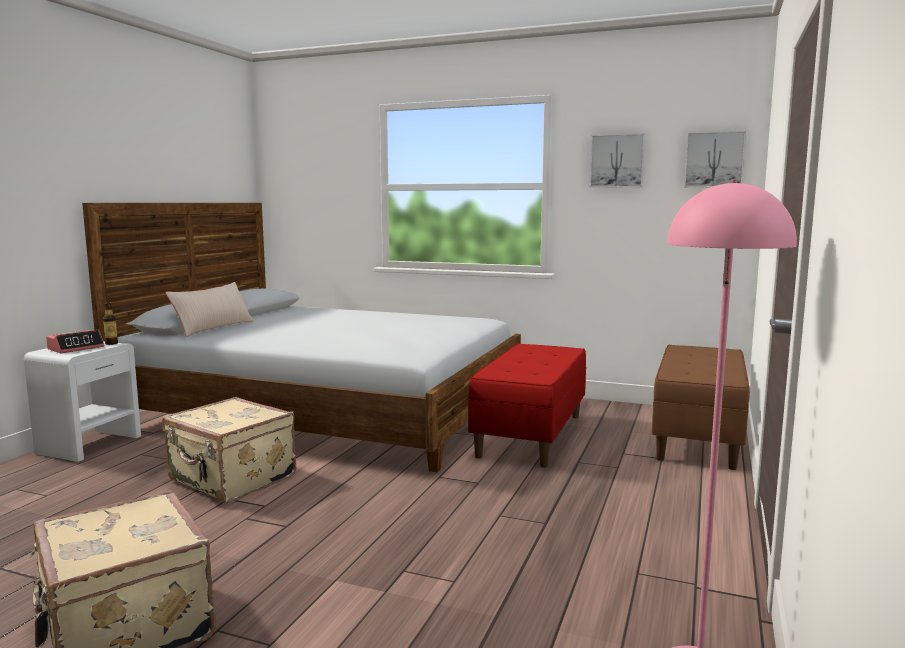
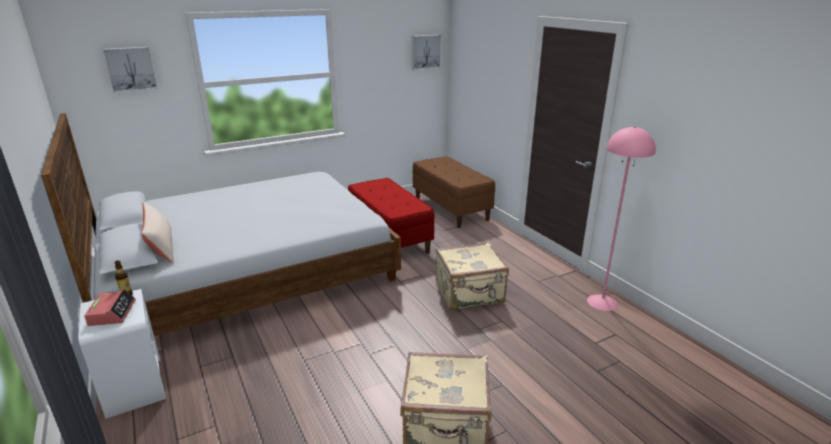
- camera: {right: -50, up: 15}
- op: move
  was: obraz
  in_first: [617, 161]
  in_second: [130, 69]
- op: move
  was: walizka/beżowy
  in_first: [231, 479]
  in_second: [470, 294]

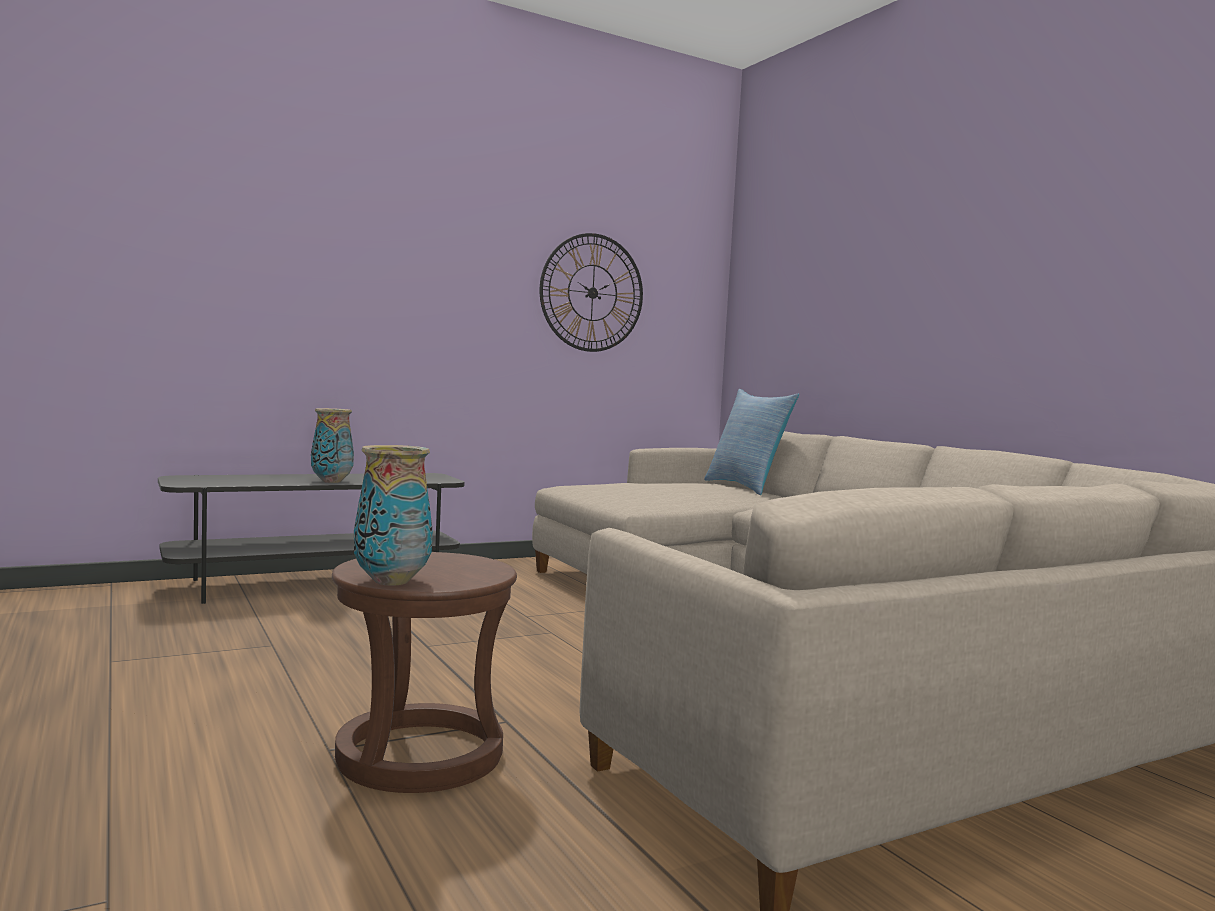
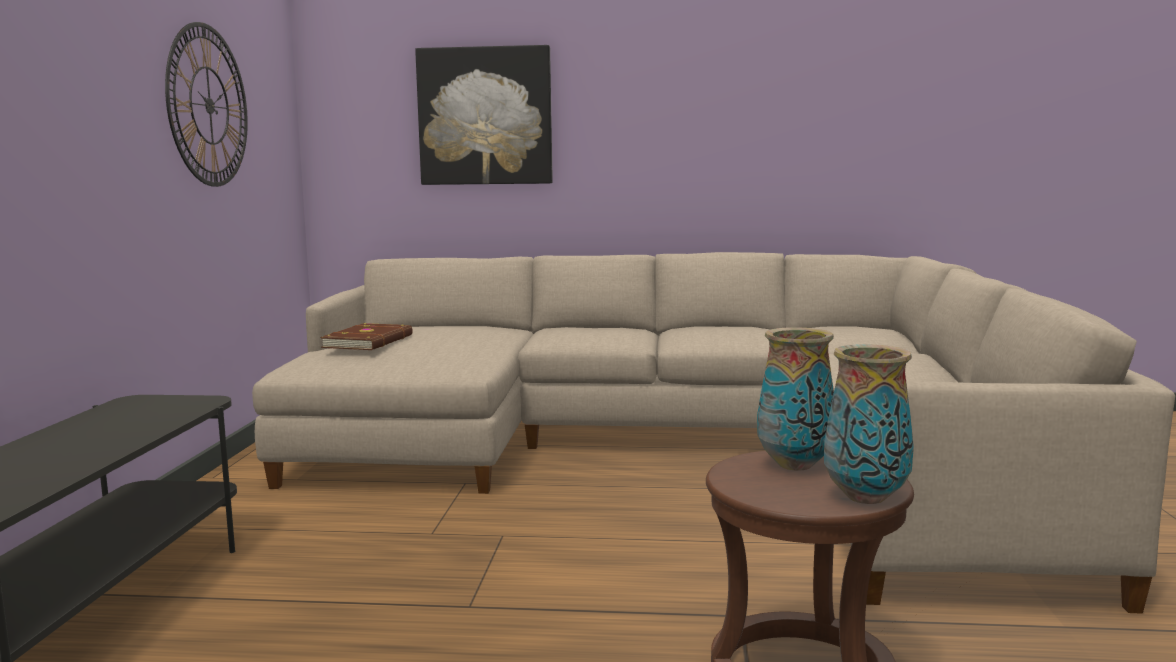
- camera: {right: -55, up: 5}
- op: insert
  now: książka/brązowy
  in_second: [370, 341]
- op: insert
  now: obraz
  in_second: [485, 116]
- op: move
  was: wazon
  in_first: [332, 481]
  in_second: [795, 465]
- op: delete
  was: poduszka
  in_first: [746, 487]

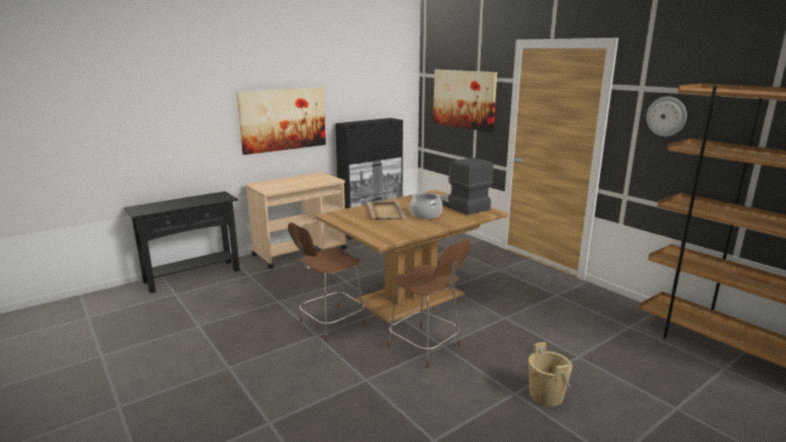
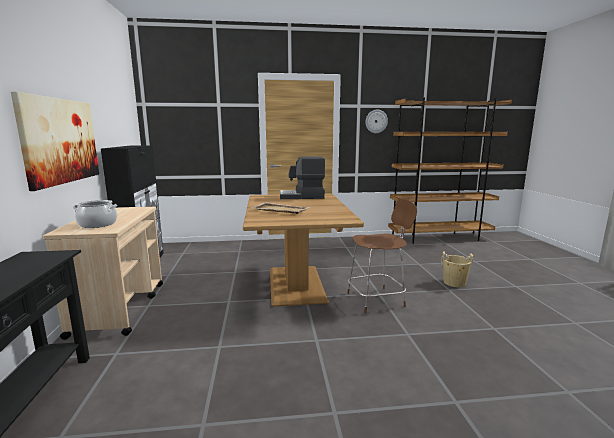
- camera: {right: -60, up: -5}
- op: move
  was: garnek
  in_first: [426, 215]
  in_second: [98, 224]
- op: delete
  was: krzesło/brązowy
  in_first: [330, 324]
- op: delete
  was: obraz
  in_first: [463, 99]

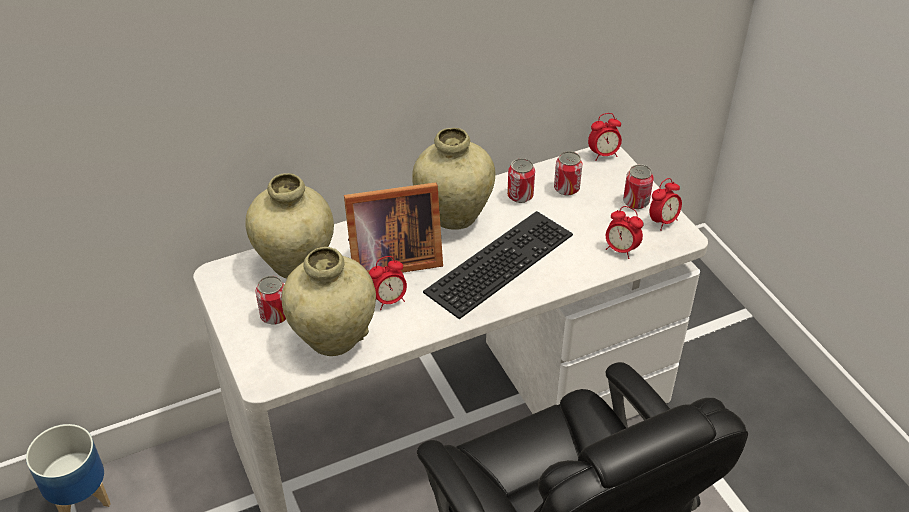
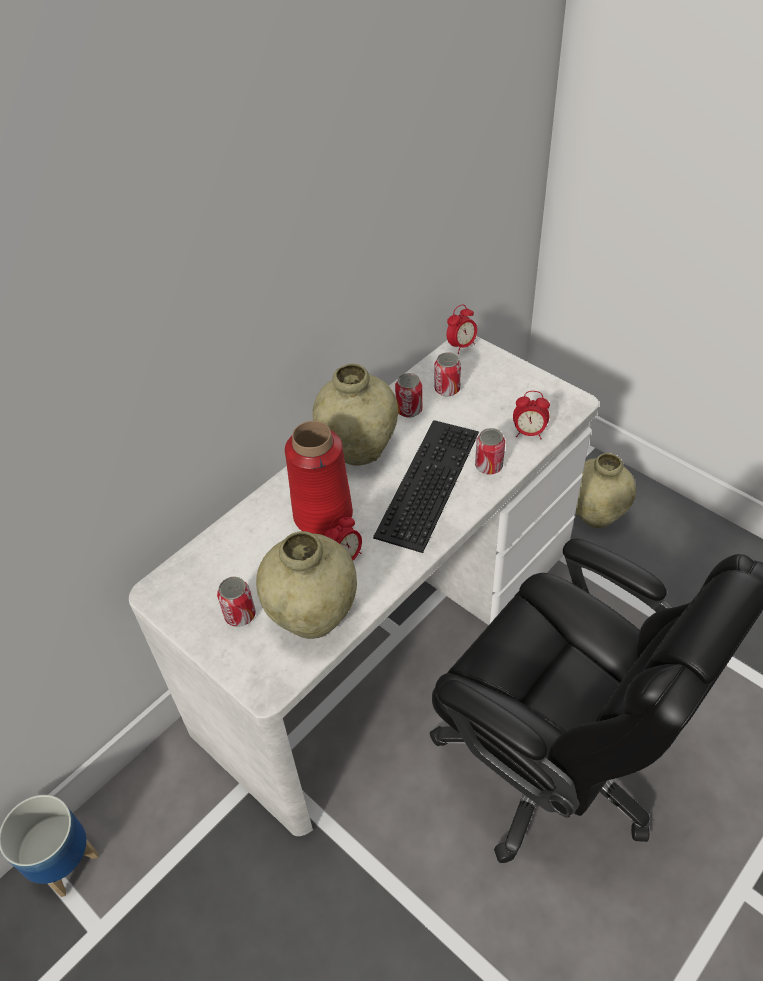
- camera: {right: -20, up: 5}
- op: replace
  was: ramka na zdjęcie
  now: wazon/czerwony
  in_first: [391, 259]
  in_second: [323, 515]
- op: move
  was: puszka
  in_first: [636, 202]
  in_second: [488, 466]
- op: move
  was: wazon/beżowy
  in_first: [295, 264]
  in_second: [596, 515]
- op: delete
  was: budzik
  in_first: [663, 221]

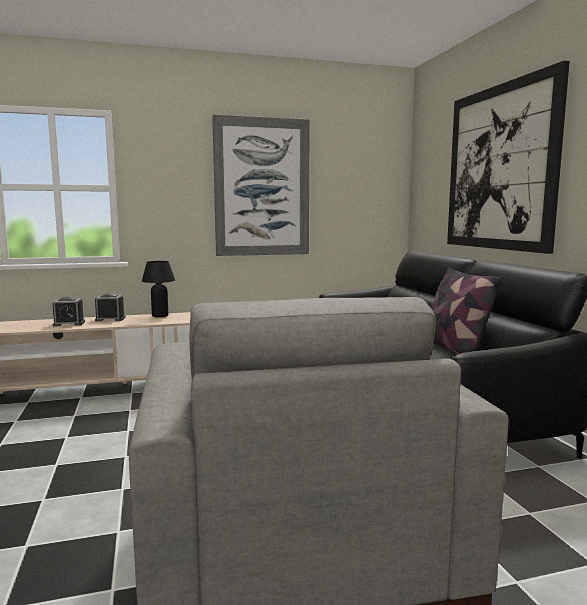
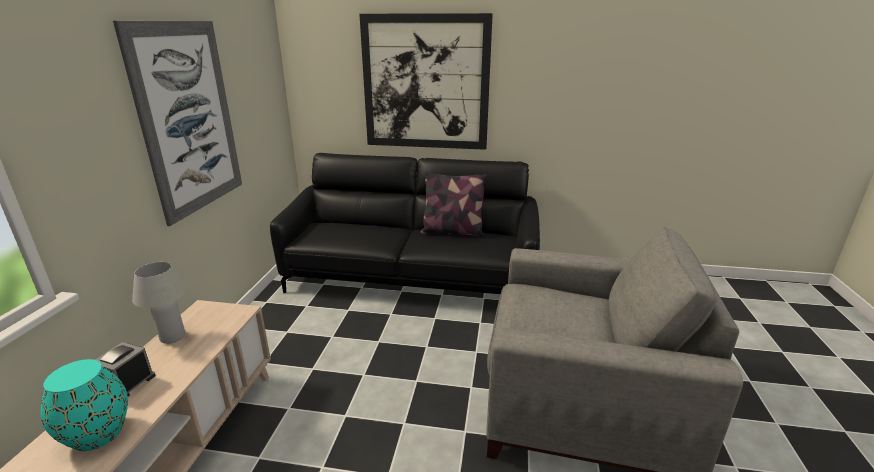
- camera: {right: -65, up: 15}
- op: replace
  was: budzik
  now: wazon/turkusowy
  in_first: [69, 323]
  in_second: [98, 433]
- op: recolor
  was: lampa stołowa/czarny
  now: lampa stołowa/biały
  in_first: [160, 315]
  in_second: [172, 337]

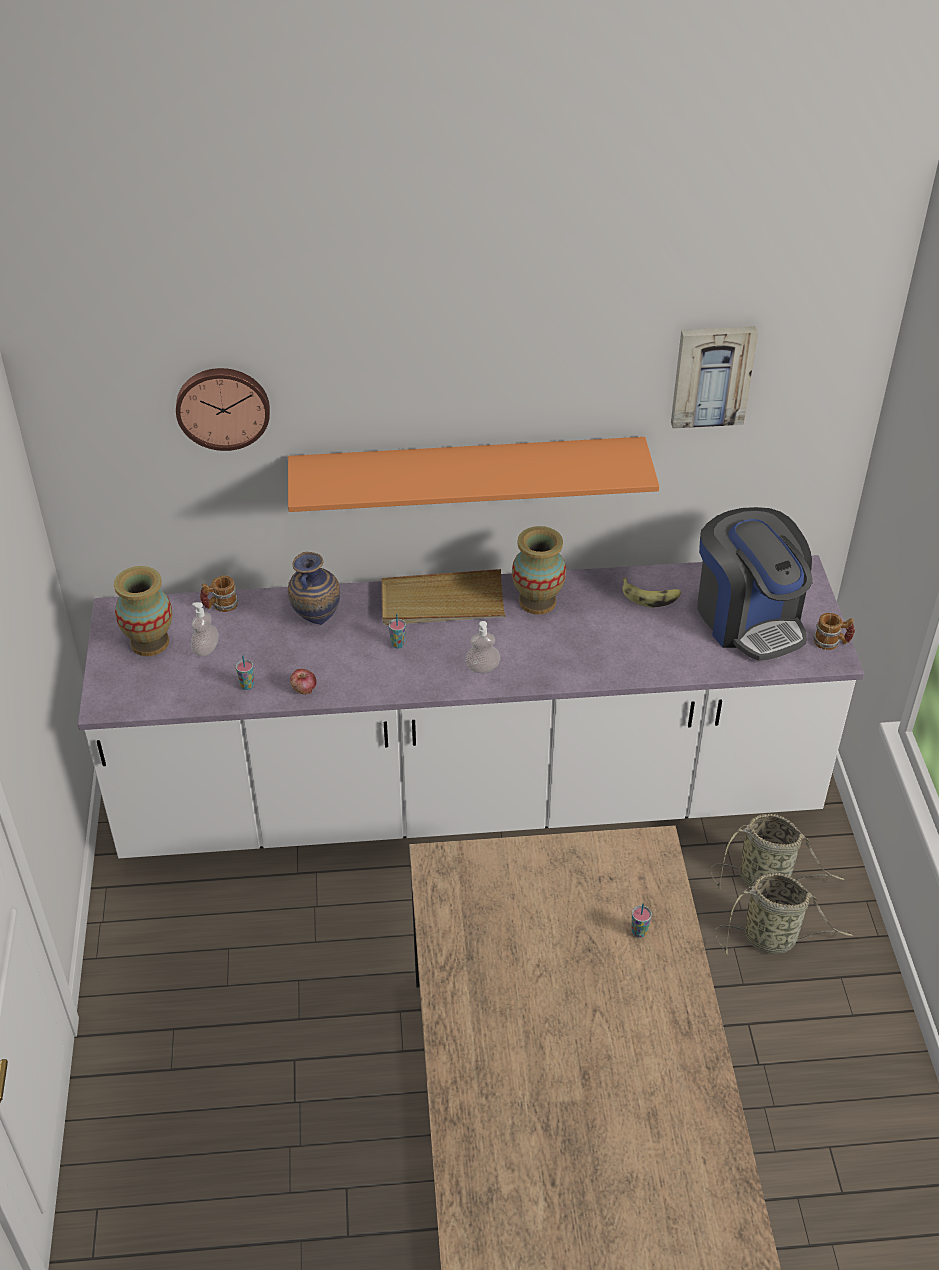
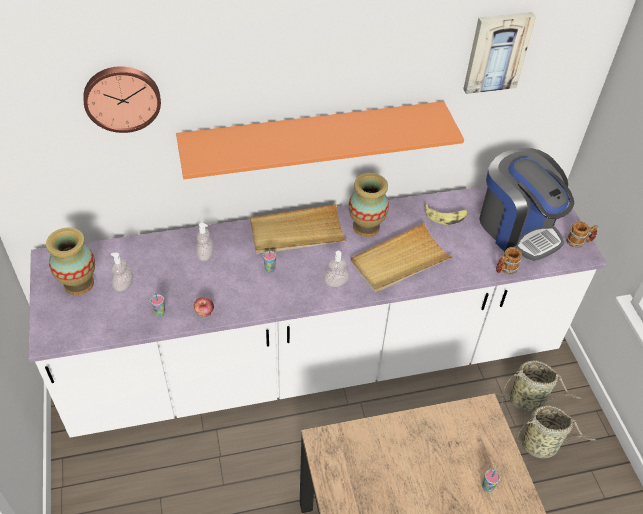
- camera: {right: -10, up: 5}
- op: replace
  was: wazon
  now: dozownik mydła
  in_first: [316, 621]
  in_second: [205, 255]
- op: insert
  now: taca/beżowy
  in_second: [400, 261]
- op: move
  was: kubek
  in_first: [220, 605]
  in_second: [505, 269]

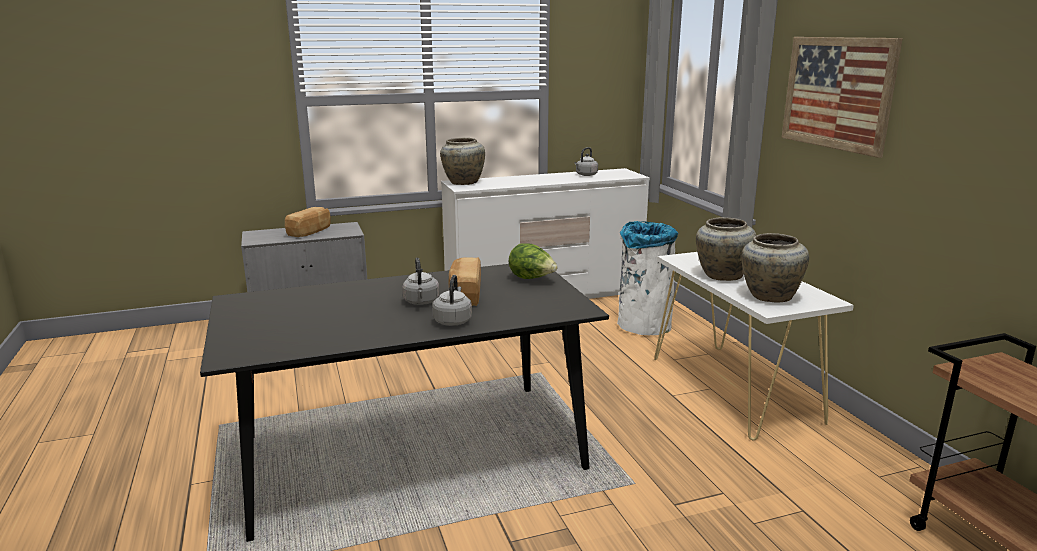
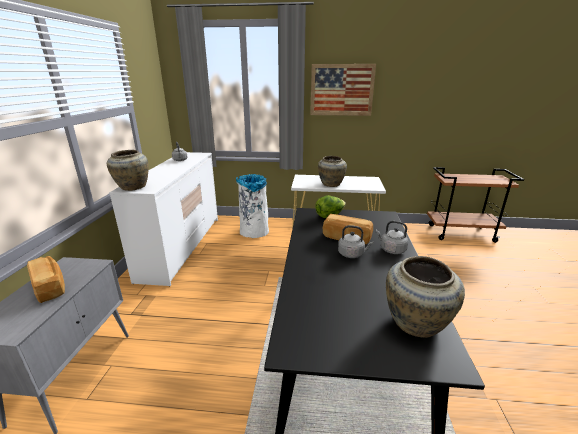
- camera: {right: -65, up: 5}
- op: move
  was: wazon/beżowy
  in_first: [769, 296]
  in_second: [415, 324]

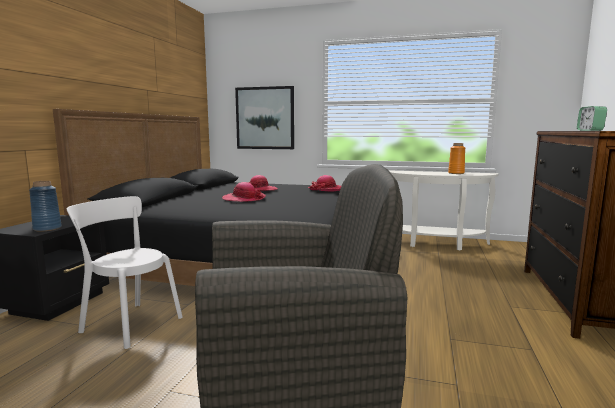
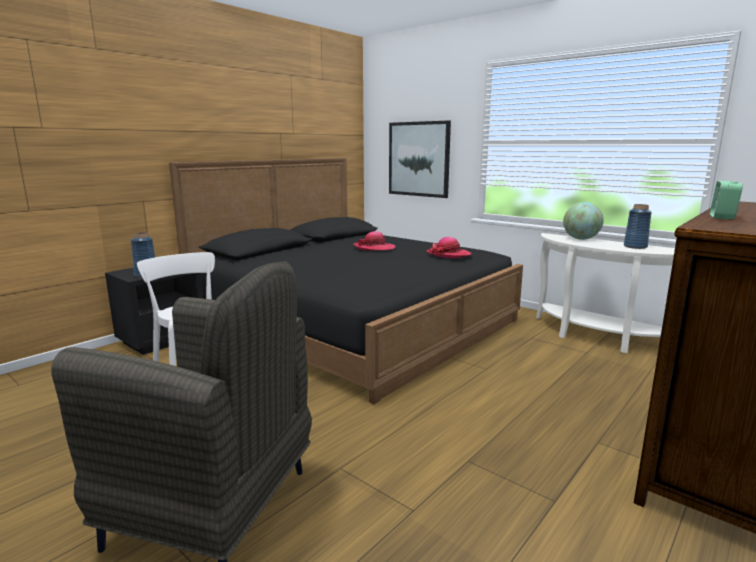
- camera: {right: 25, up: 5}
- op: insert
  now: globus
  in_second: [581, 239]
- op: recolor
  was: wazon/pomarańczowy
  now: wazon/niebieski
  in_first: [456, 173]
  in_second: [635, 246]
- op: delete
  was: kapelusz
  in_first: [244, 199]

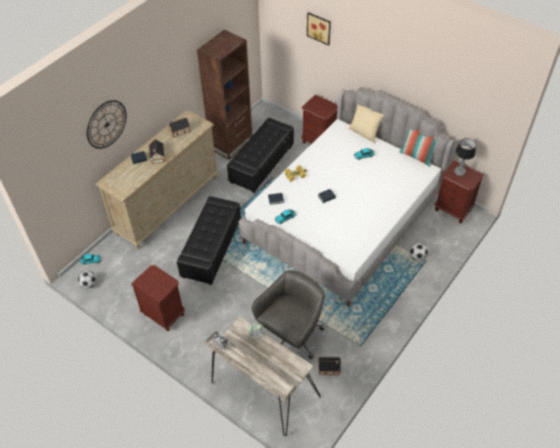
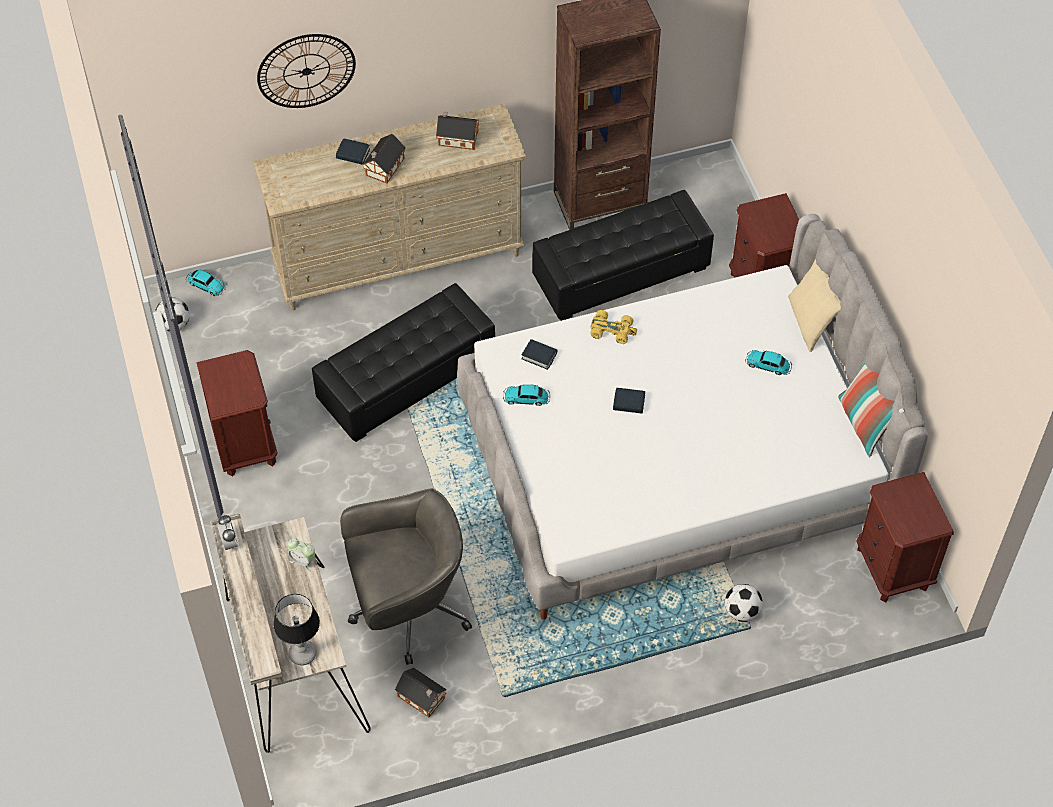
- camera: {right: 35, up: 5}
- op: move
  was: lampa stołowa
  in_first: [459, 172]
  in_second: [303, 654]
- op: delete
  was: obraz
  in_first: [319, 28]

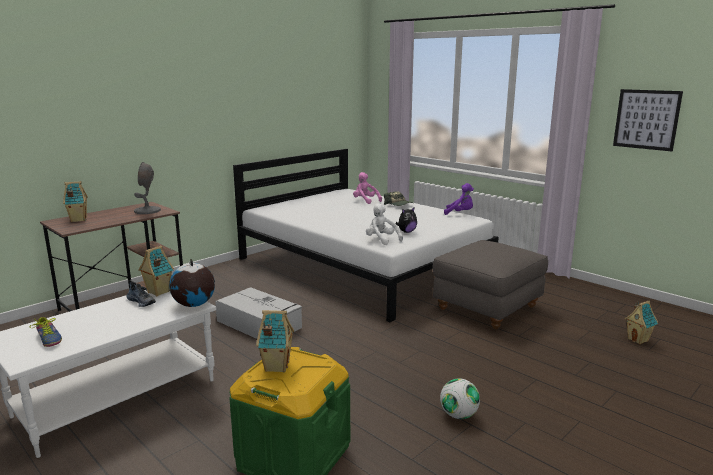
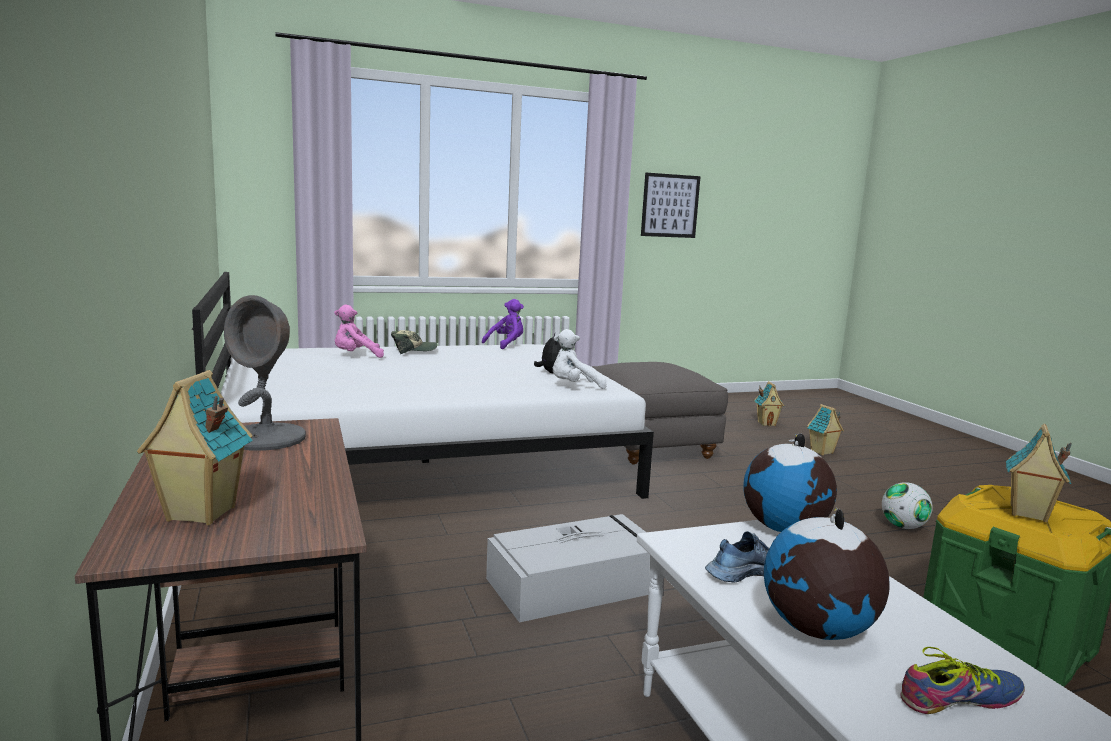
- camera: {right: -65, up: -5}
- op: insert
  now: globus
  in_second: [817, 630]
- op: move
  was: domek
  in_first: [158, 292]
  in_second: [822, 452]

